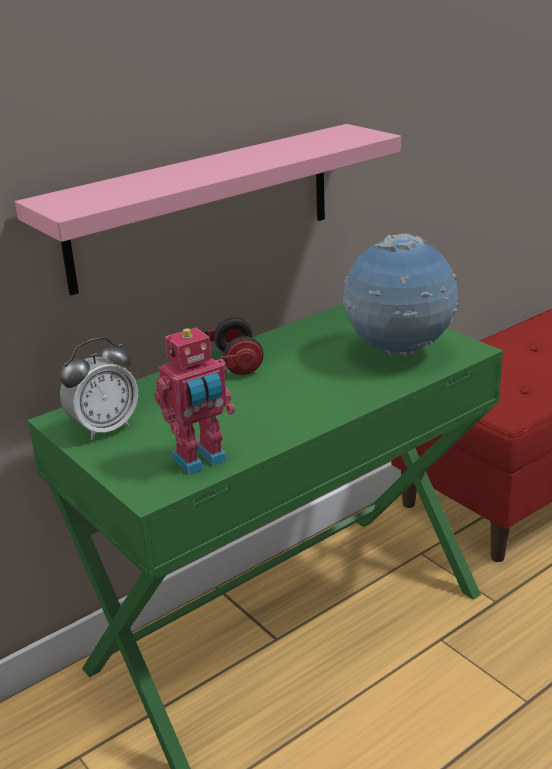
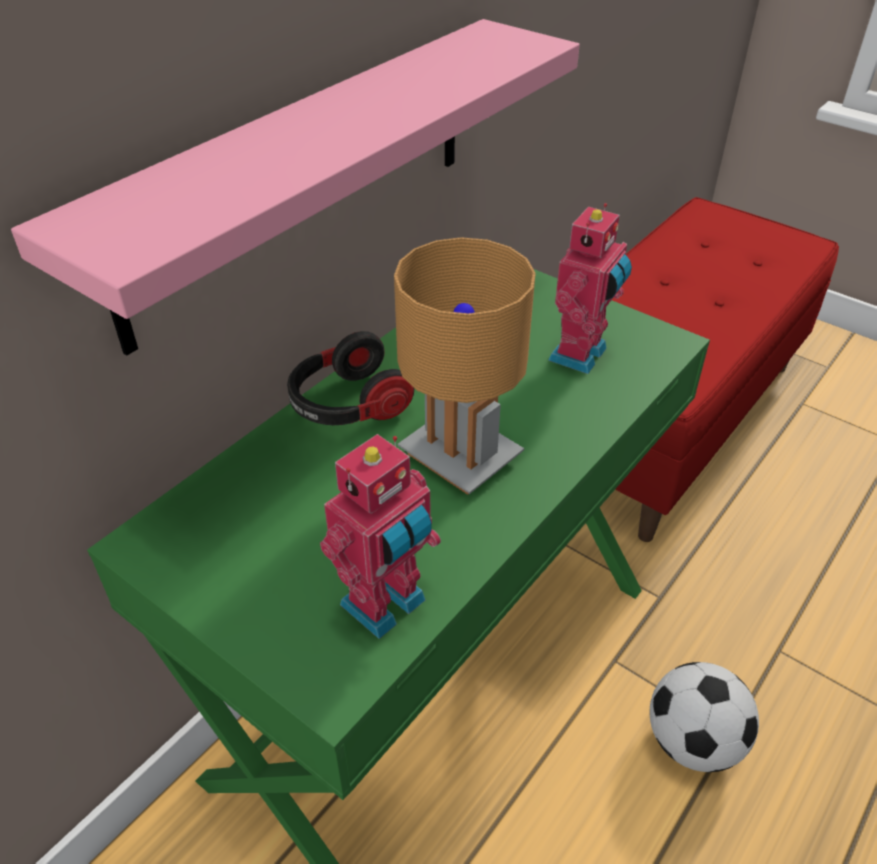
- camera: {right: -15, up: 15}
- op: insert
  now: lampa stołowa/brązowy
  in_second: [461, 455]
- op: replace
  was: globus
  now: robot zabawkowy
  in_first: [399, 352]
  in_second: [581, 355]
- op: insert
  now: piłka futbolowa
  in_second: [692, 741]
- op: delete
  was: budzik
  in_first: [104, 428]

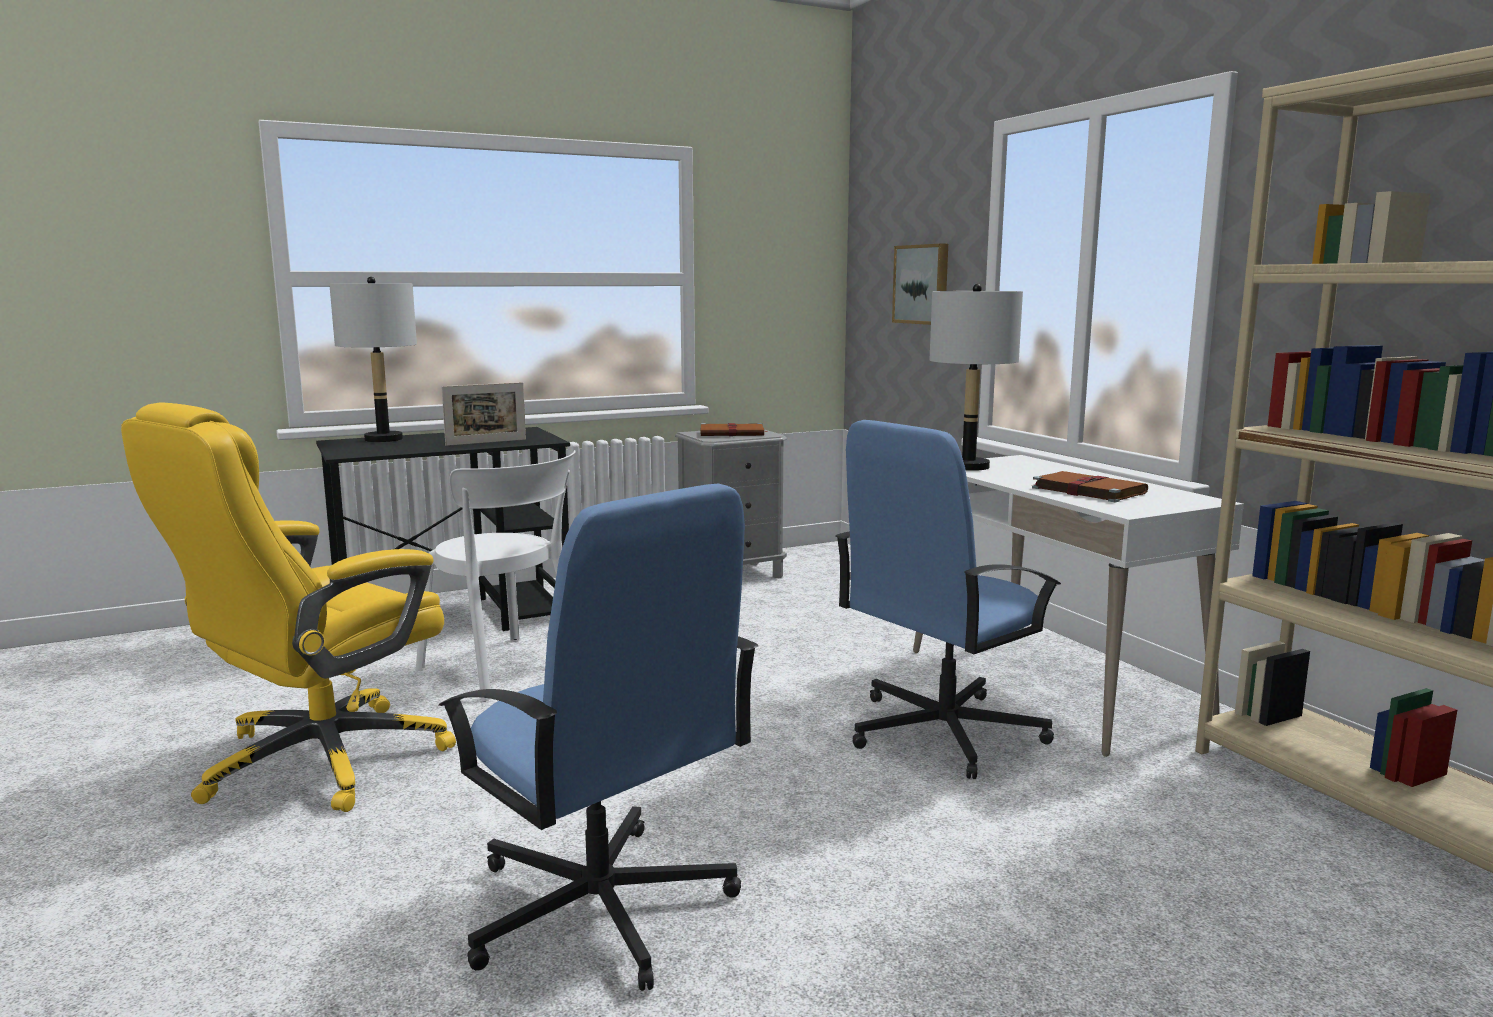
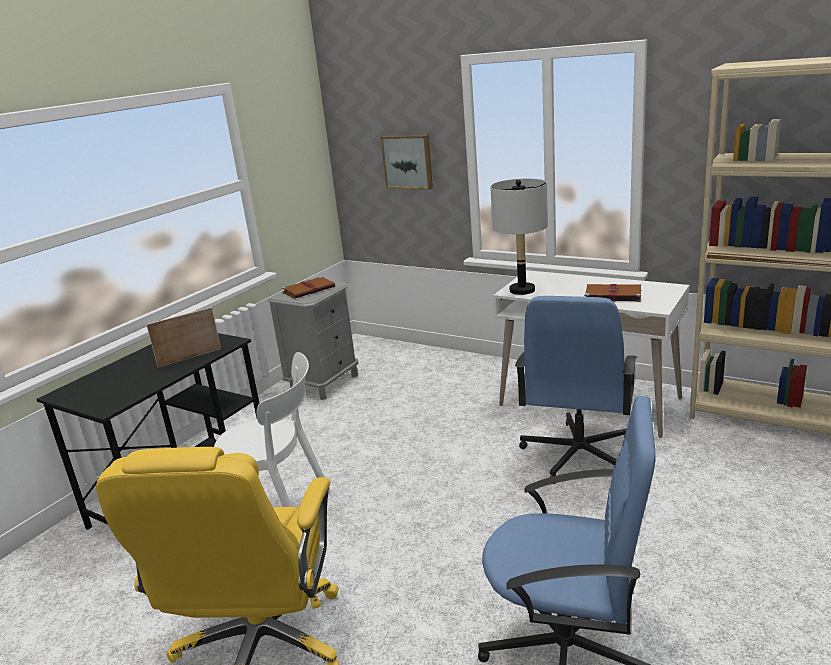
- camera: {right: -30, up: 10}
- op: rotate
  was: ramka na zdjęcie
  in_first: [486, 442]
  in_second: [189, 358]
  clockwise: -150
- op: delete
  was: lampa stołowa/szary
  in_first: [383, 439]

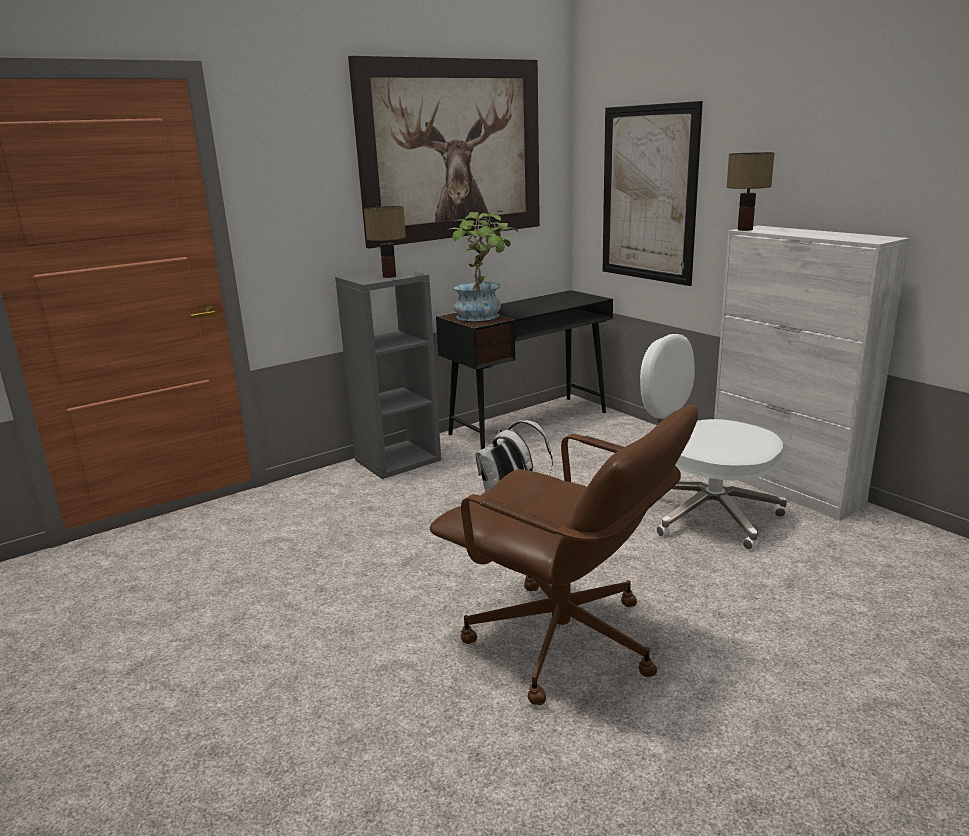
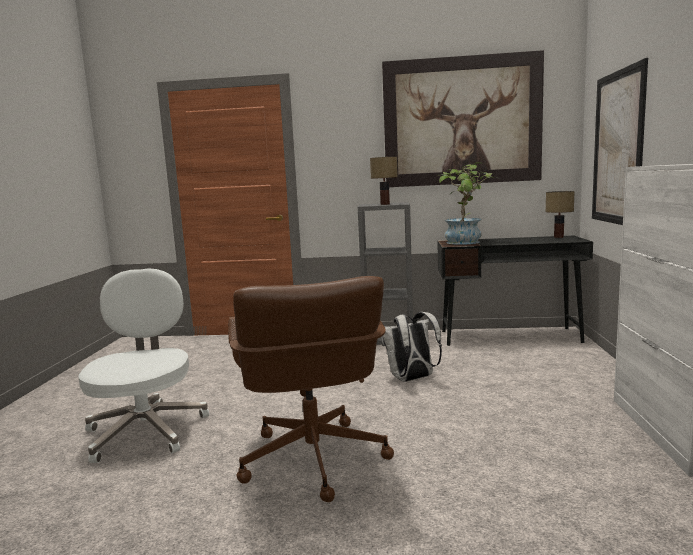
- camera: {right: 40, up: -10}
- op: move
  was: krzesło biurowe/biały
  in_first: [707, 514]
  in_second: [146, 430]
- op: move
  was: lampa stołowa
  in_first: [746, 229]
  in_second: [559, 237]

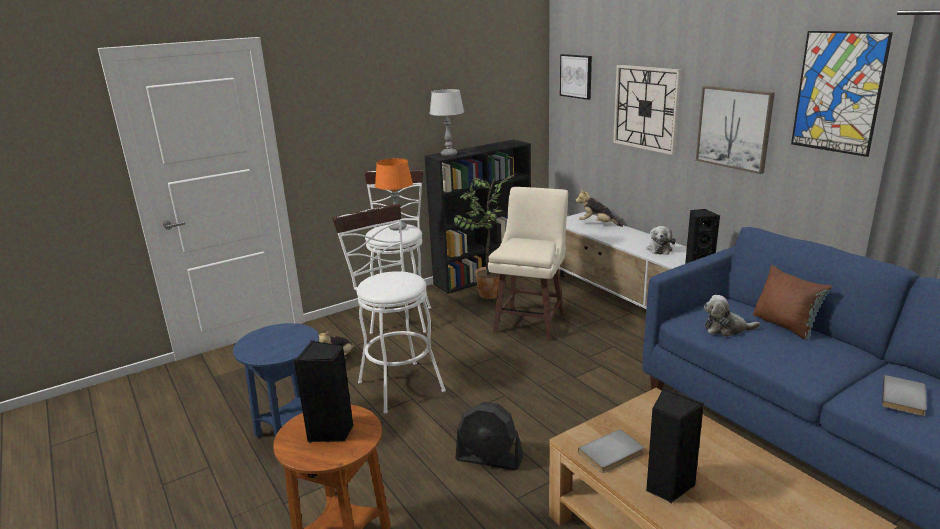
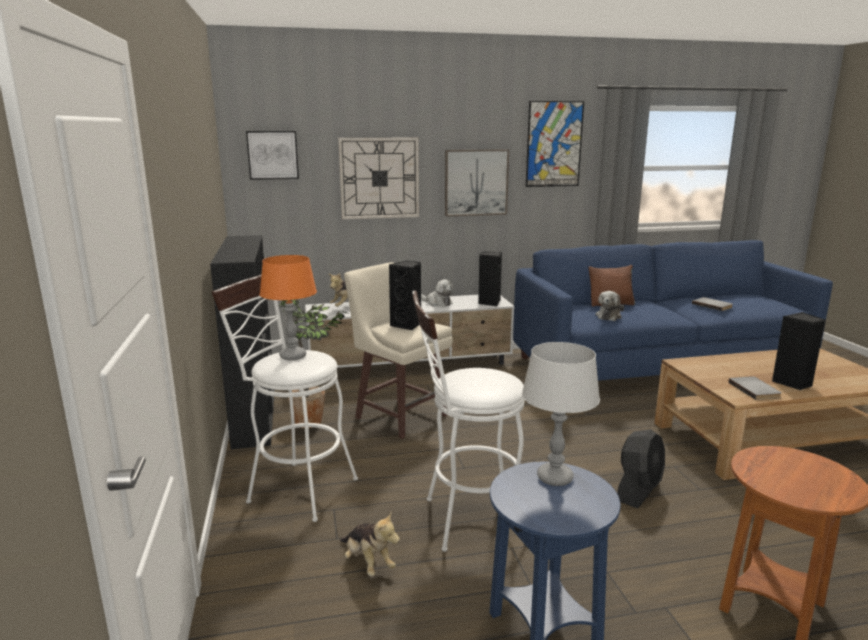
- camera: {right: -70, up: -5}
- op: move
  was: głośnik/czarny
  in_first: [331, 432]
  in_second: [407, 325]
- op: move
  was: lampa stołowa/szary
  in_first: [449, 154]
  in_second: [554, 477]

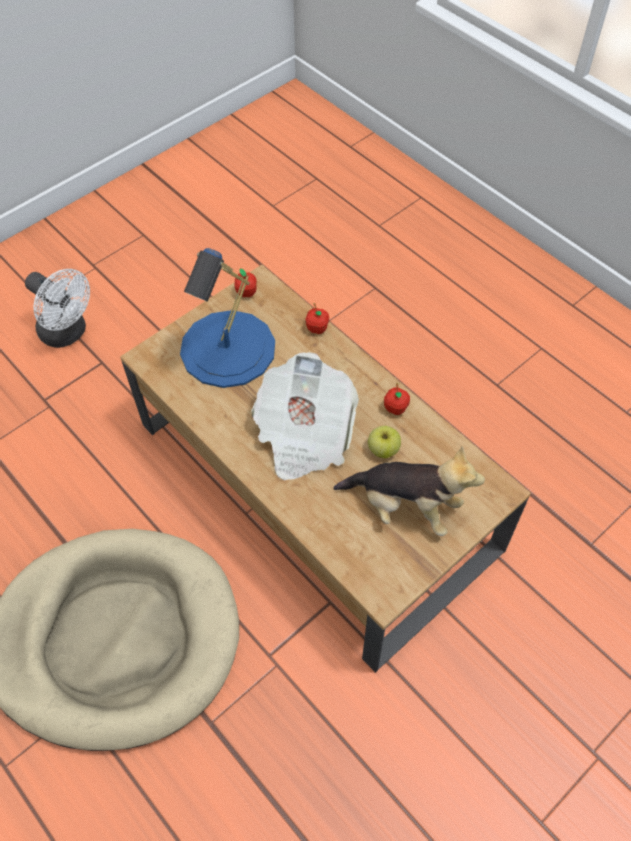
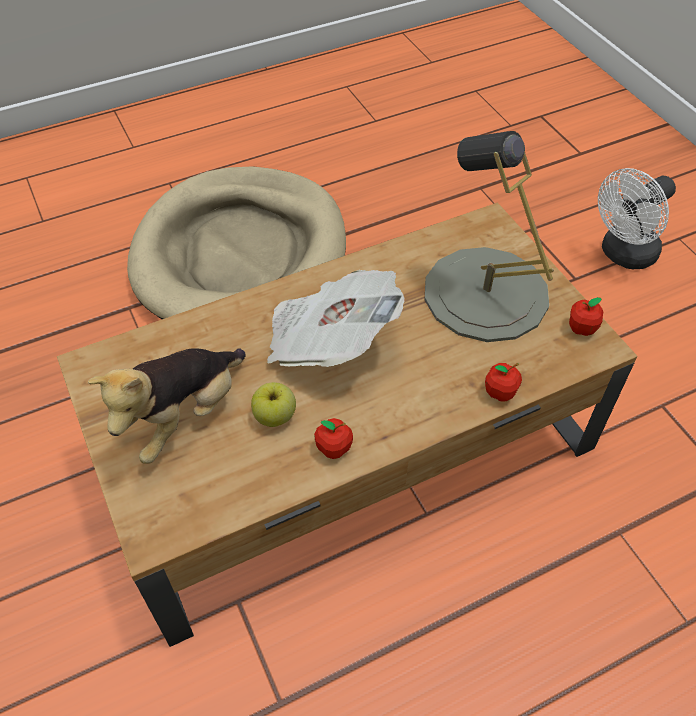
- camera: {right: 105, up: -5}
- op: recolor
  was: lampa stołowa/niebieski
  now: lampa stołowa/szary
  in_first: [228, 349]
  in_second: [485, 294]

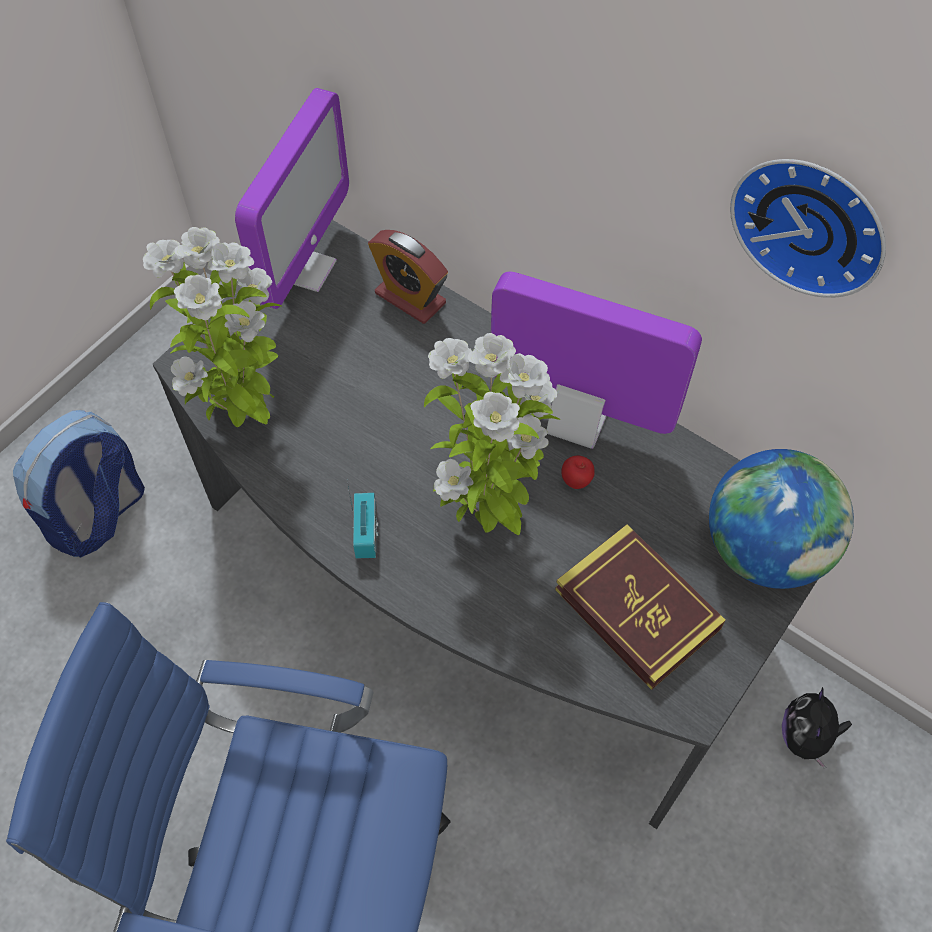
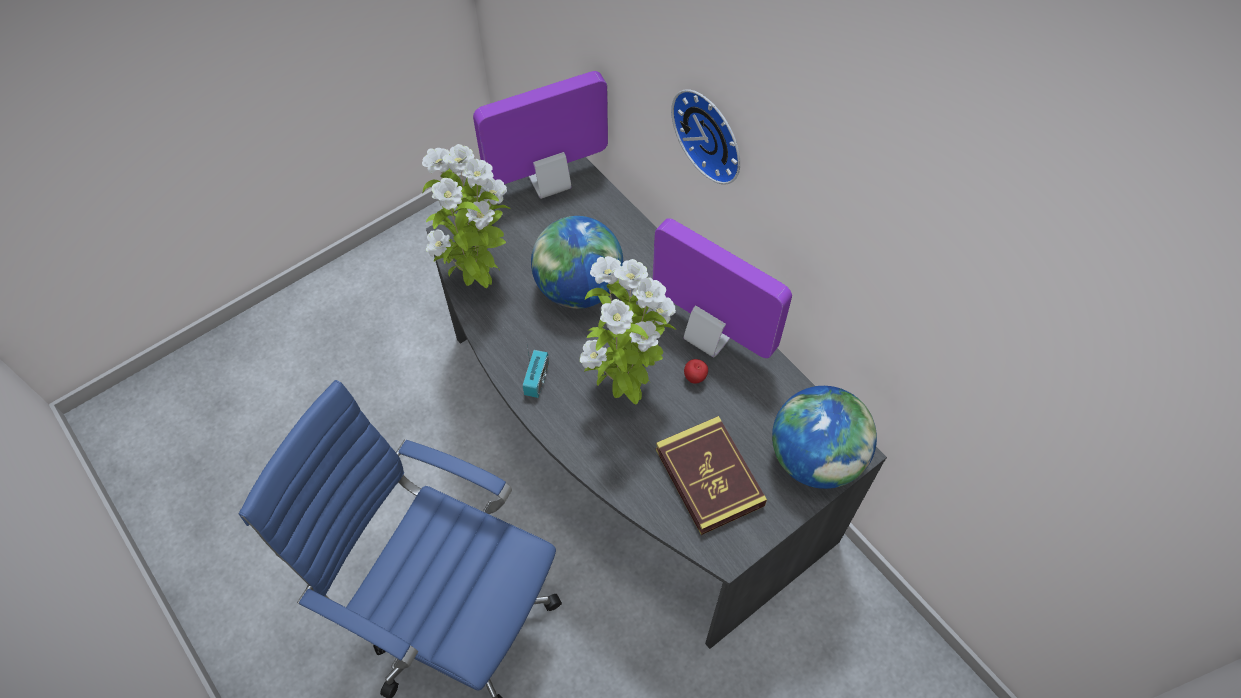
- camera: {right: 15, up: 0}
- op: rotate
  was: monitor
  in_first: [305, 269]
  in_second: [549, 183]
  clockwise: -150
- op: insert
  now: globus
  in_second: [578, 288]
- op: move
  was: zegar ścienny
  in_first: [812, 222]
  in_second: [712, 133]
- op: delete
  was: plecak
  in_first: [99, 516]
- op: delete
  was: budzik
  in_first: [410, 298]
- op: delete
  was: pluszak
  in_first: [805, 737]

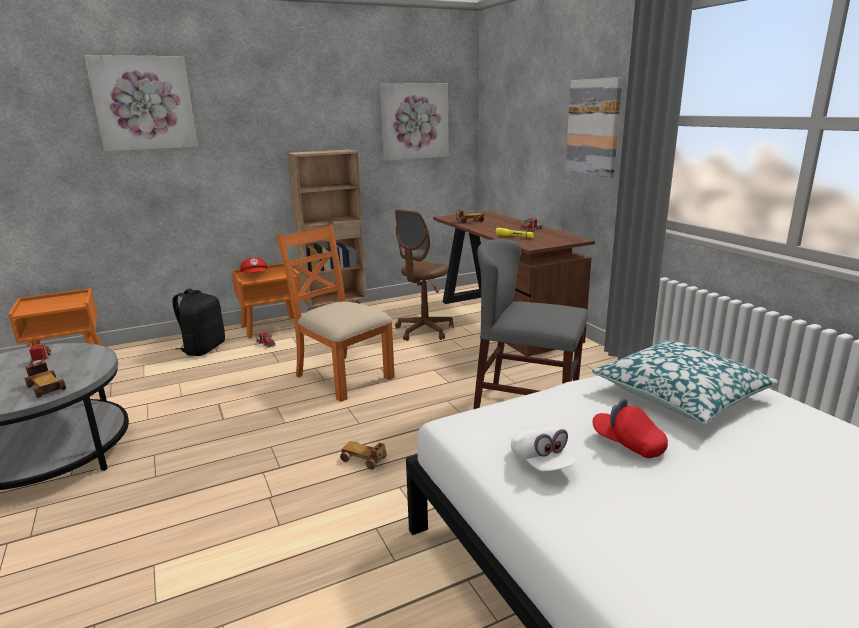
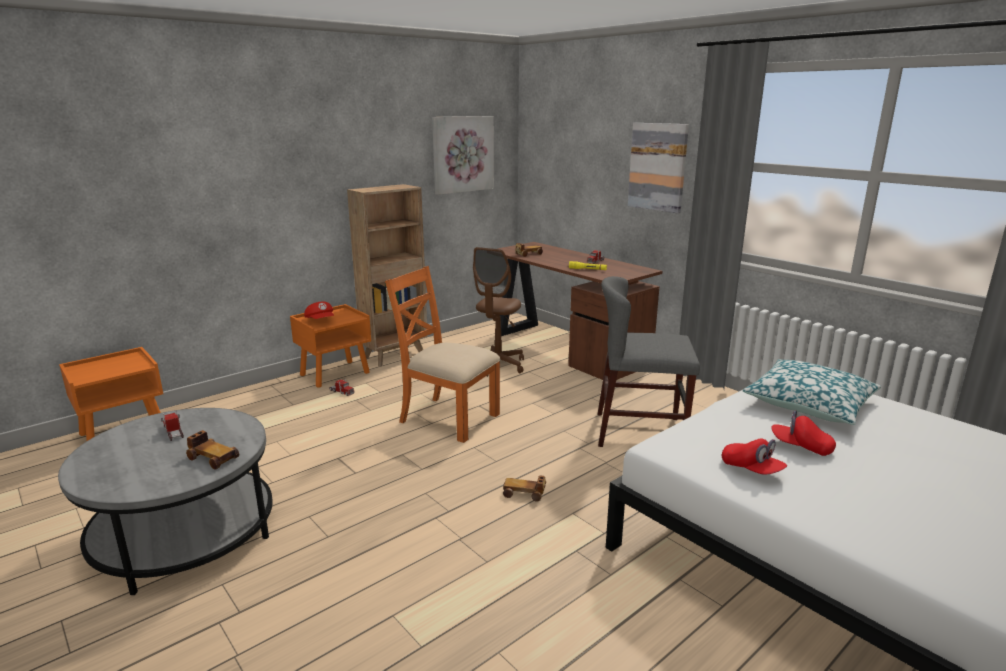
- camera: {right: -15, up: 0}
- op: recolor
  was: czapka z daszkiem/biały
  now: czapka z daszkiem/czerwony
  in_first: [542, 463]
  in_second: [751, 469]
- op: delete
  was: obraz
  in_first: [144, 103]
- op: delete
  was: plecak/czarny
  in_first: [203, 348]

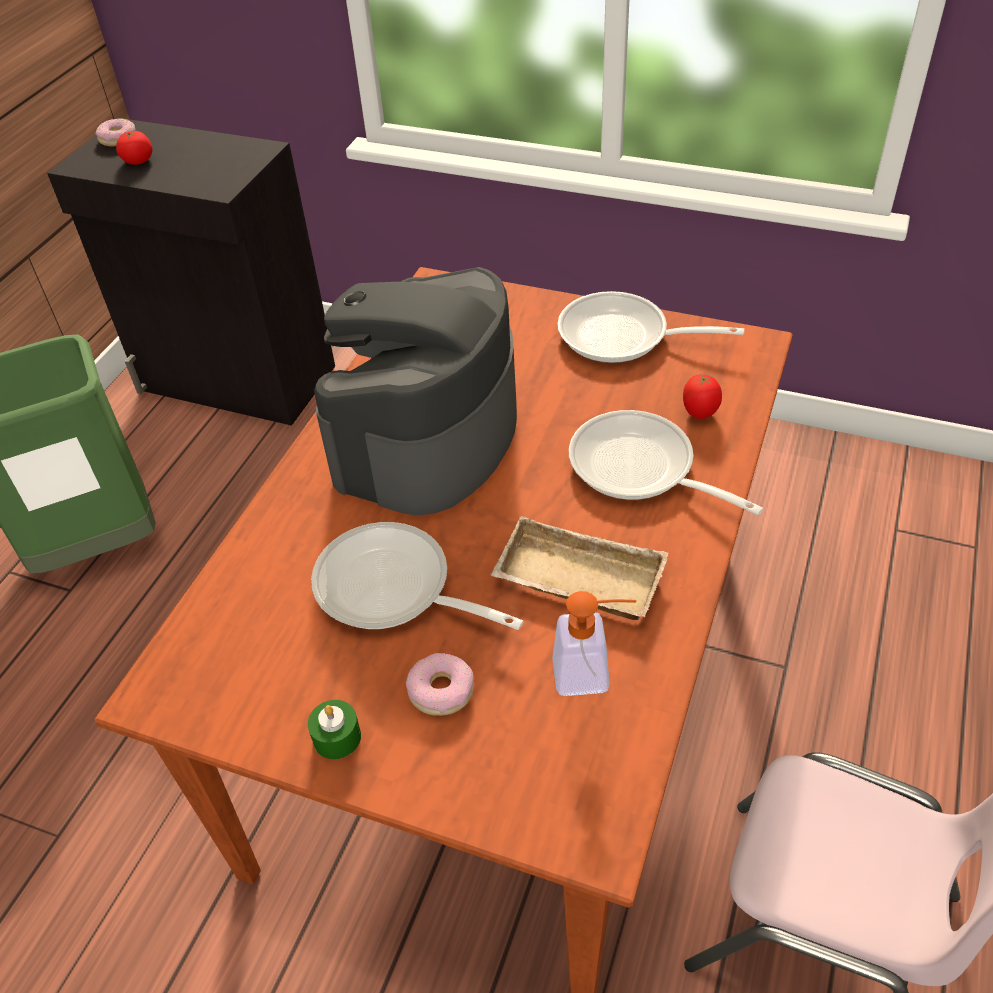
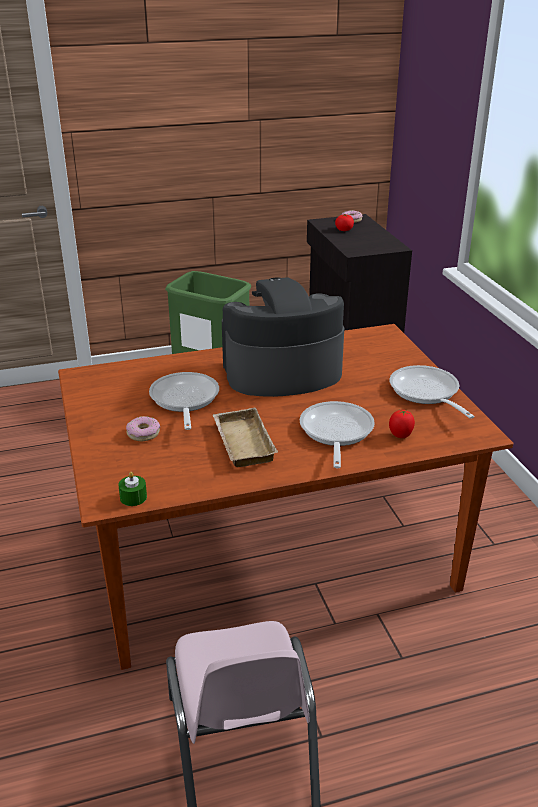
- camera: {right: 50, up: -15}
- op: move
  was: świeca/zielony
  in_first: [337, 737]
  in_second: [133, 497]
- op: delete
  was: dozownik mydła
  in_first: [592, 674]

